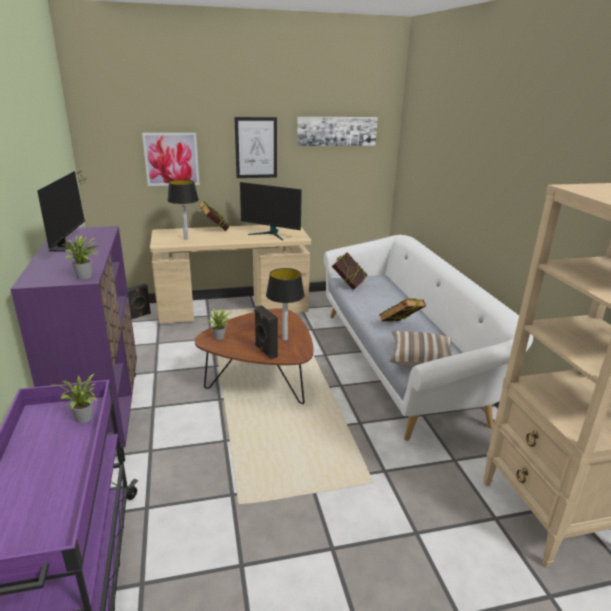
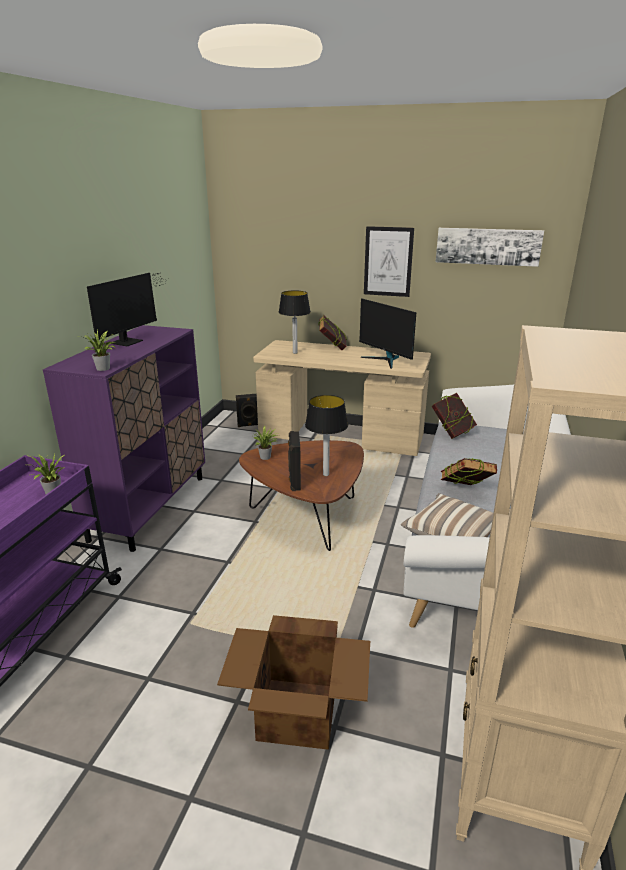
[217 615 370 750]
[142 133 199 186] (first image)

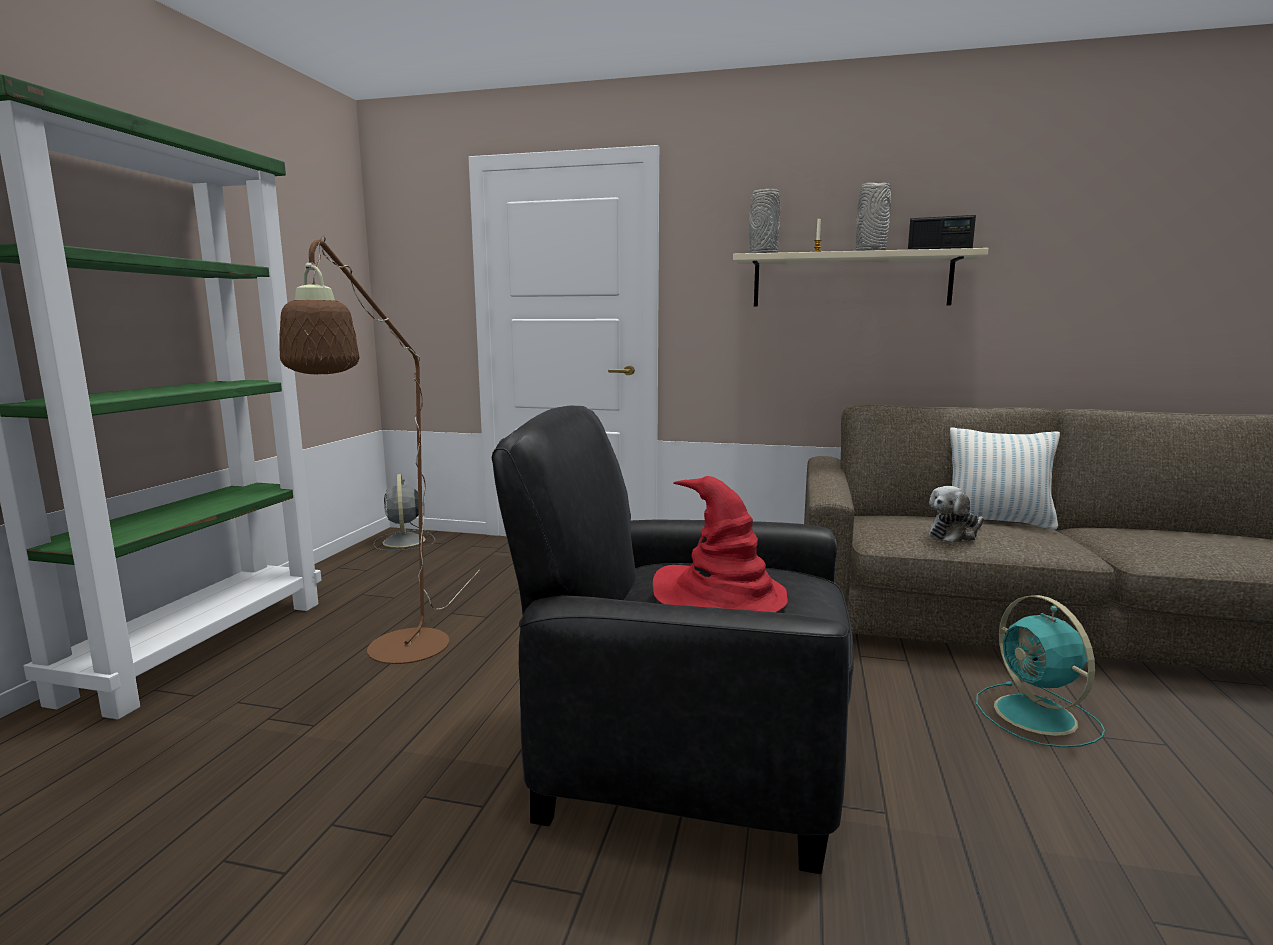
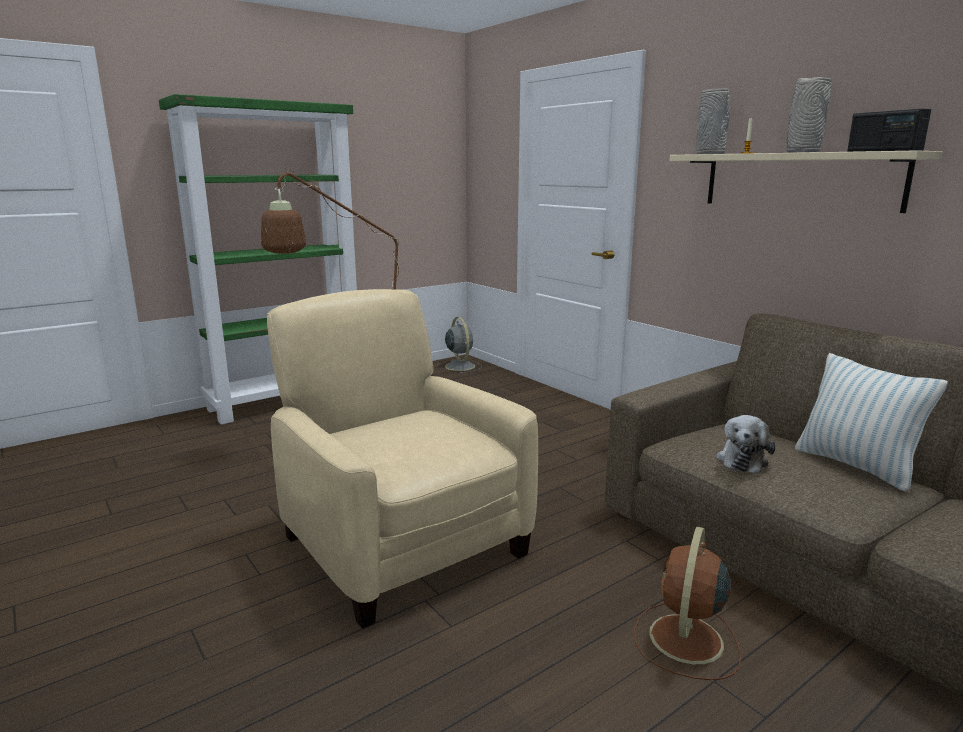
[267 289 538 629]
[437 317 482 374]
[634 527 741 680]
[716 415 776 474]
[653 476 788 612] (first image)

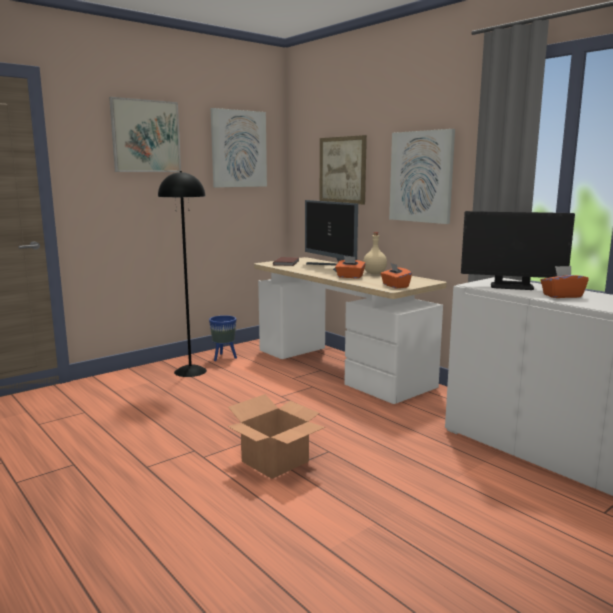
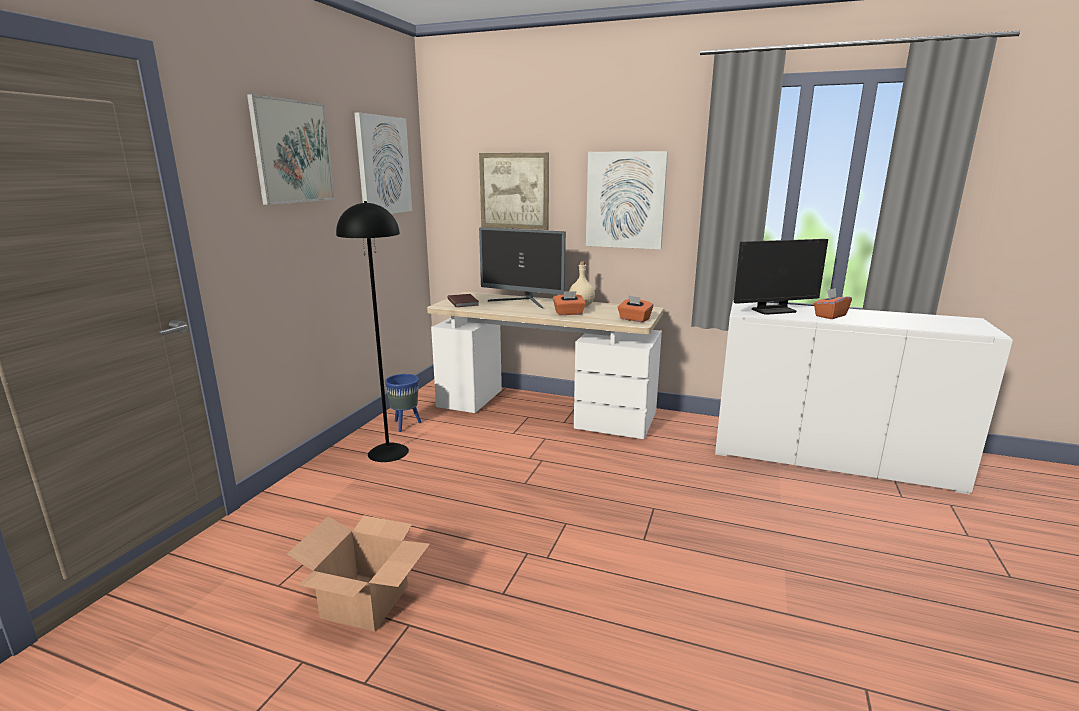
[287 515 430 631]

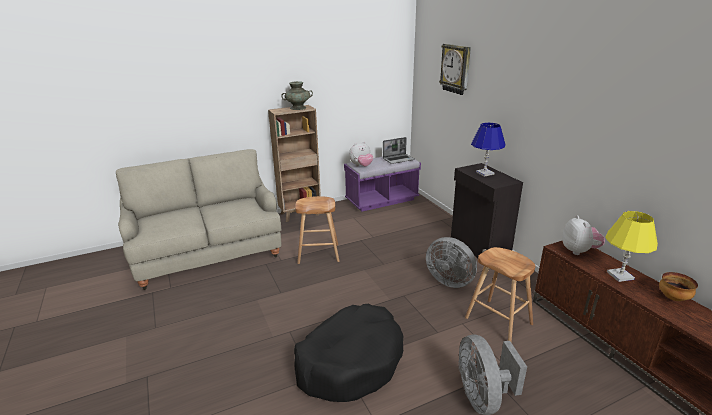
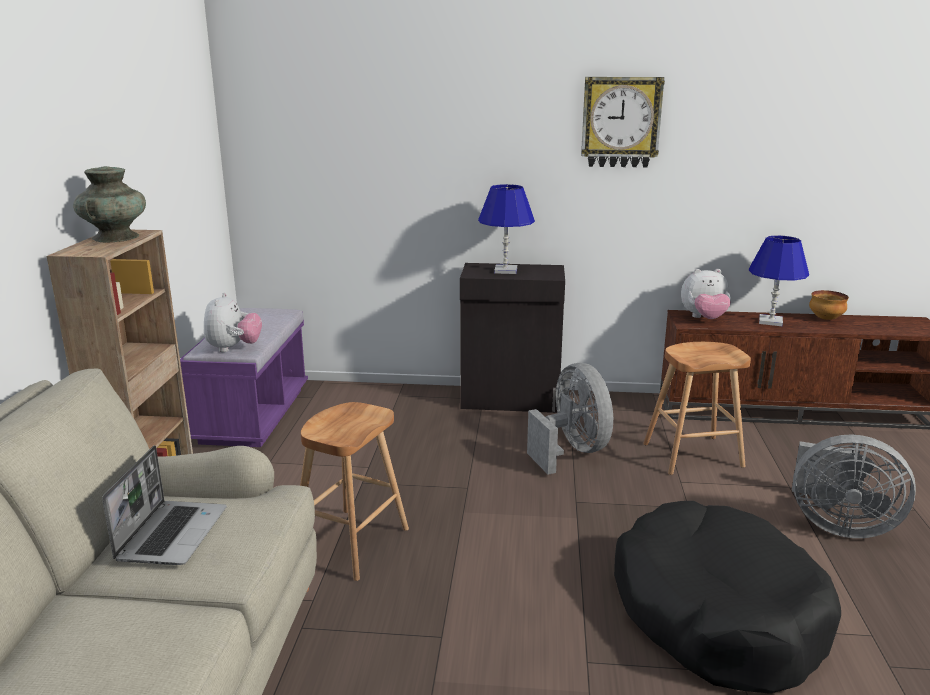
[102 445 227 565]
[527 363 613 475]
[581 77 665 168]
[681 269 731 319]
[748 235 809 326]

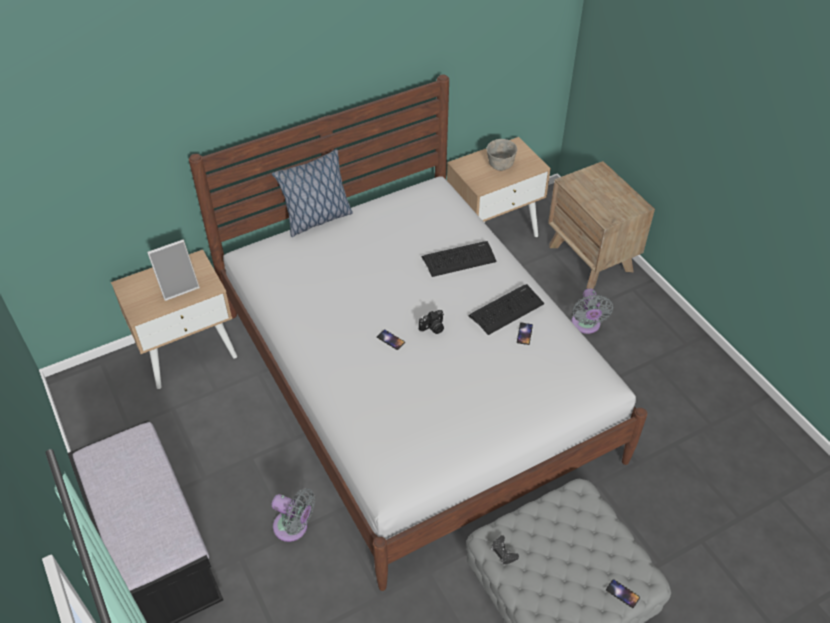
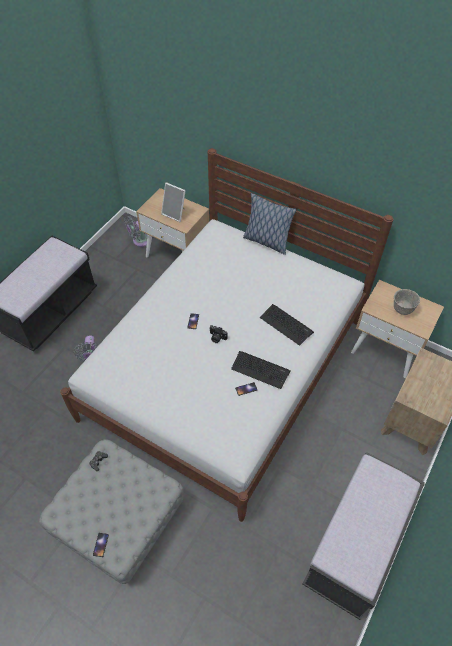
[124 216 147 247]
[303 452 425 620]

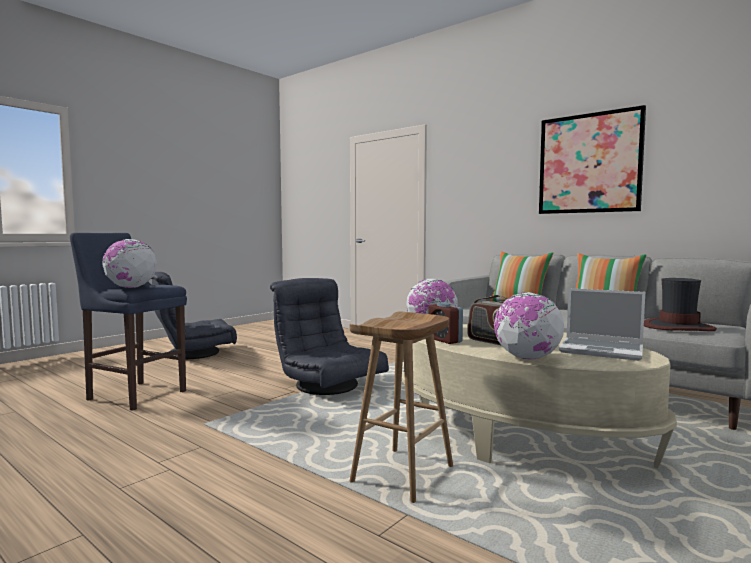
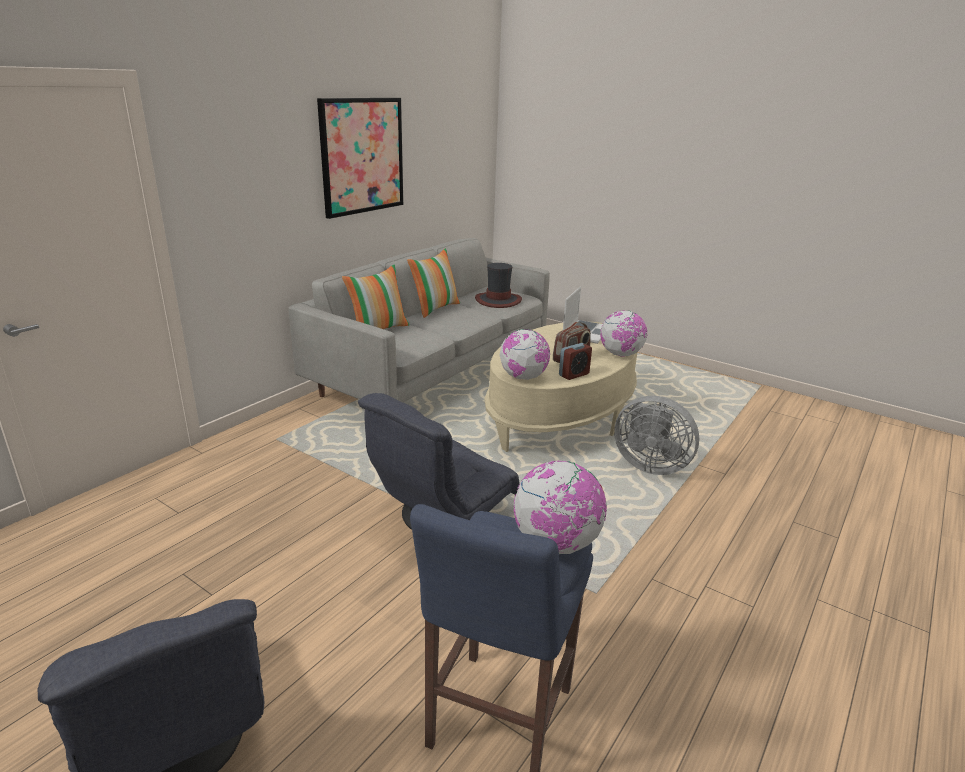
[614 396 699 475]

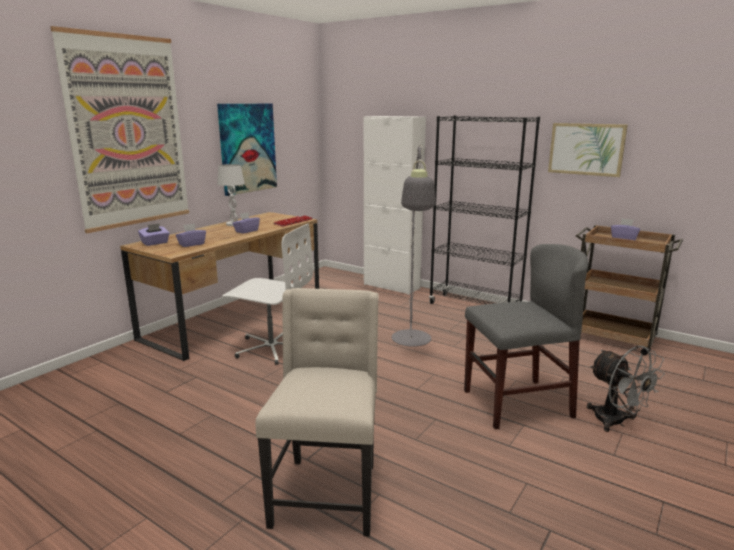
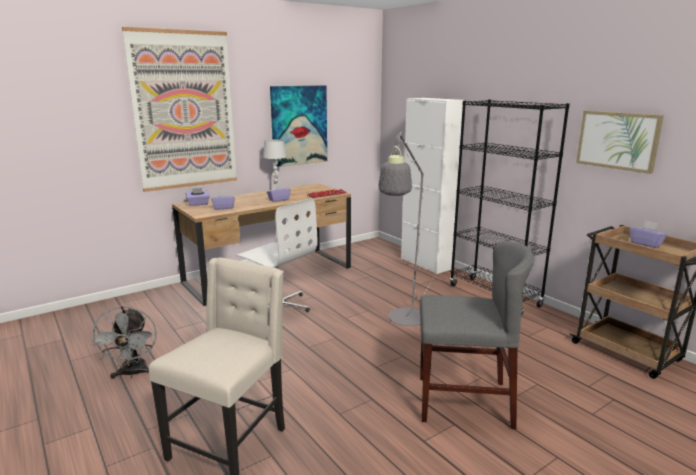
[90 306 157 379]

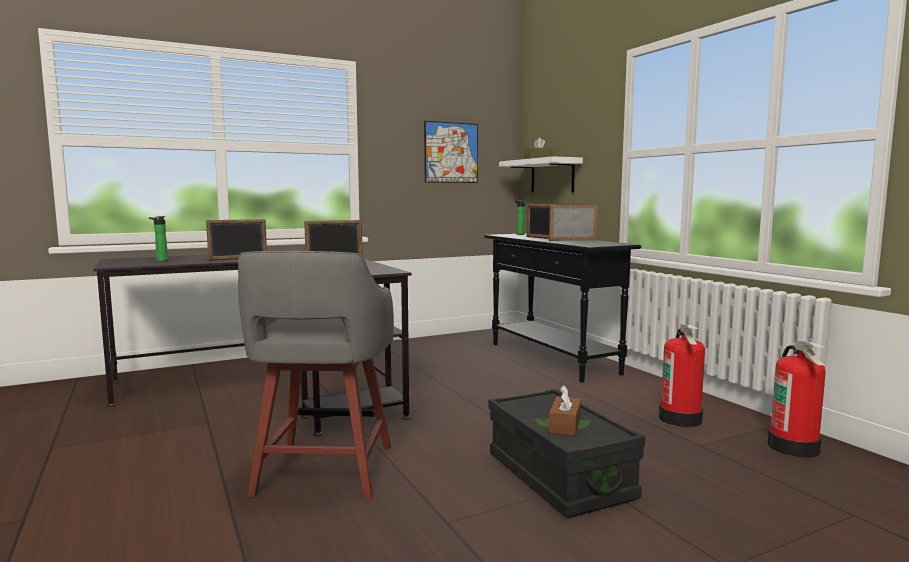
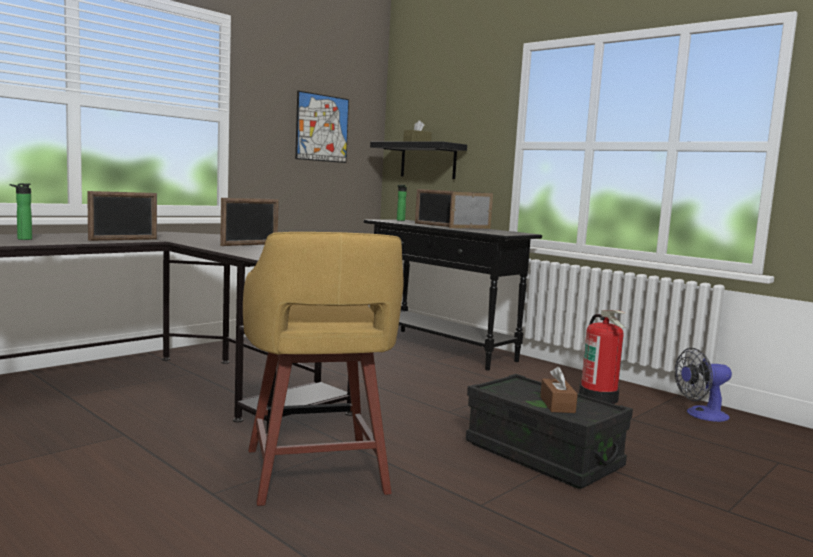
[243 232 404 506]
[370 142 467 179]
[675 347 732 422]

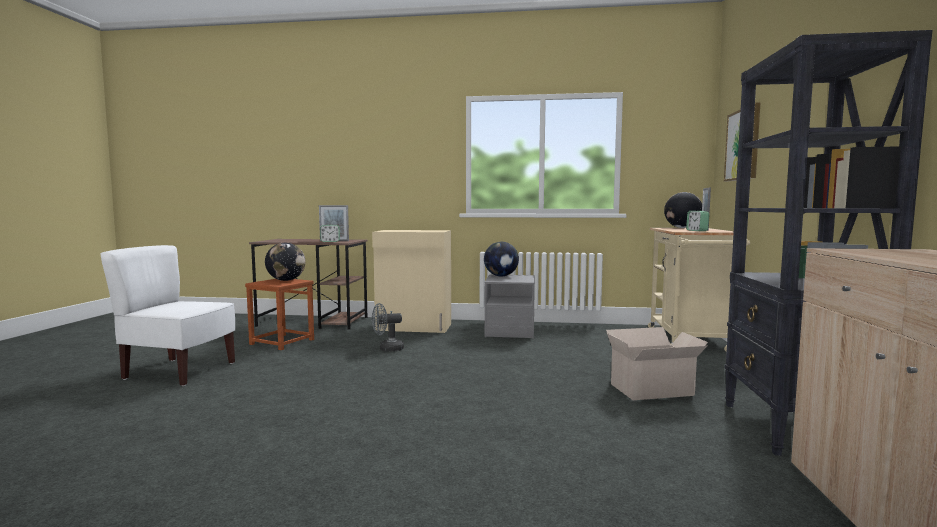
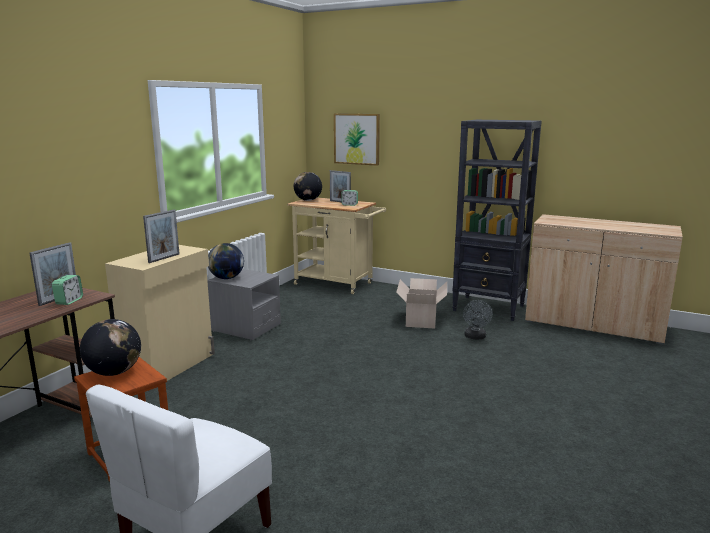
[143 210 180 263]
[463 300 493 339]

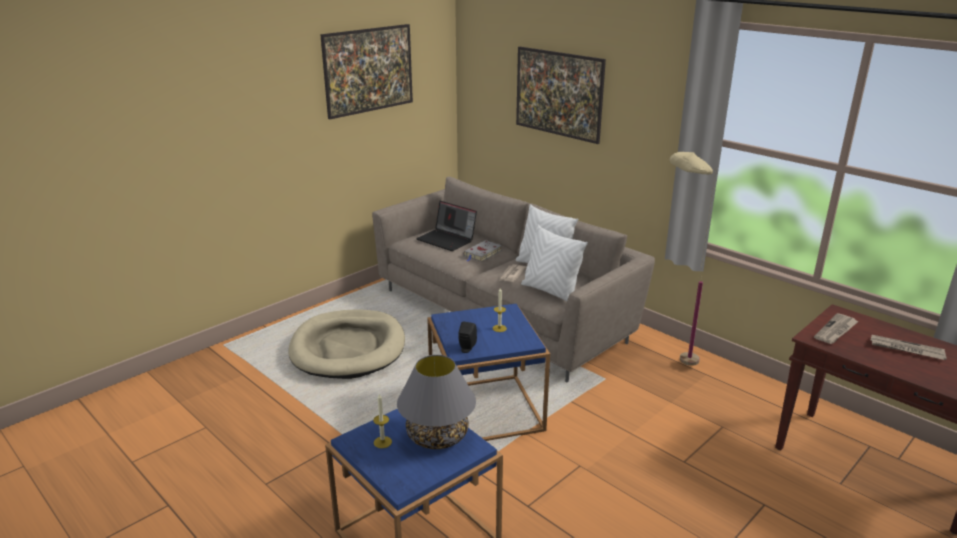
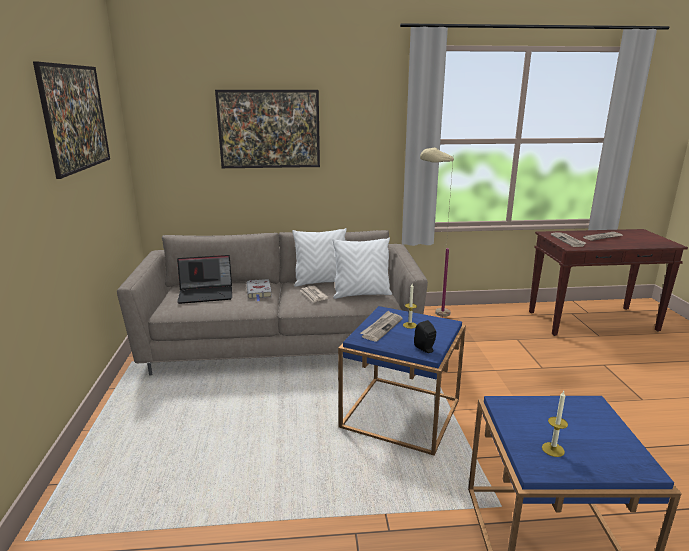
[360 311 403 342]
[289 309 405 379] (first image)
[397 355 476 449] (first image)

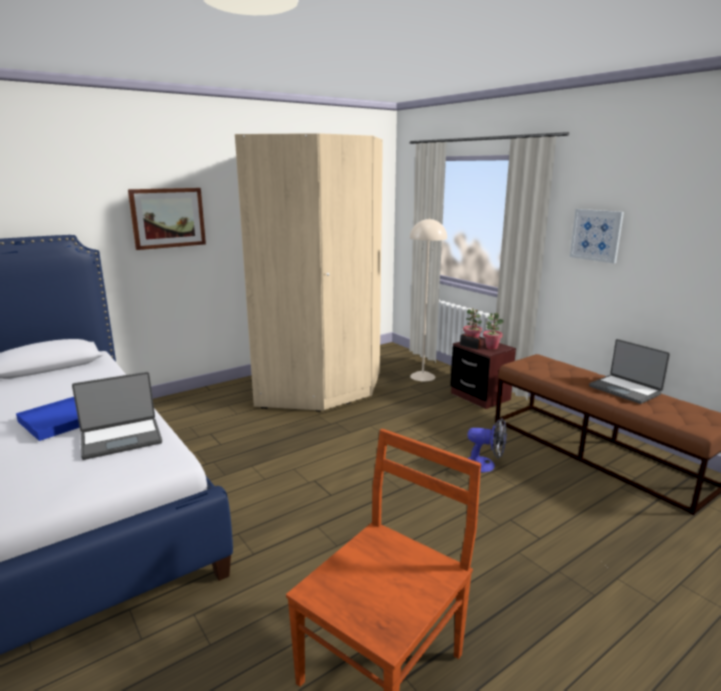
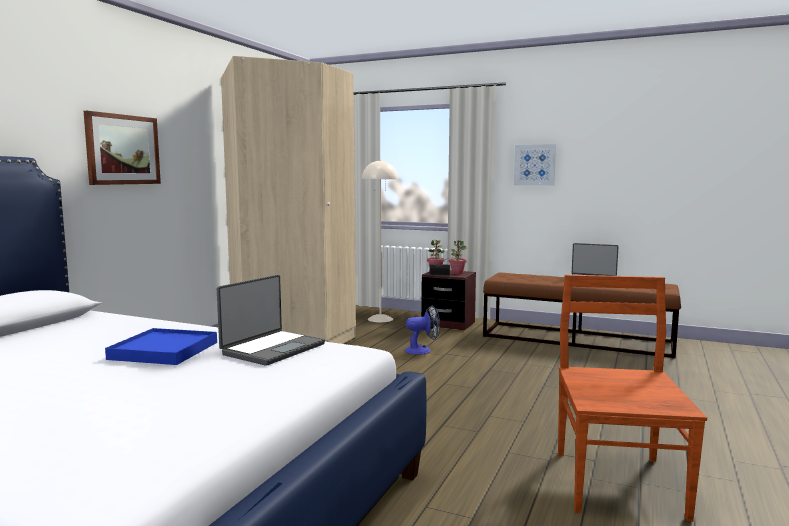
[405 305 440 355]

